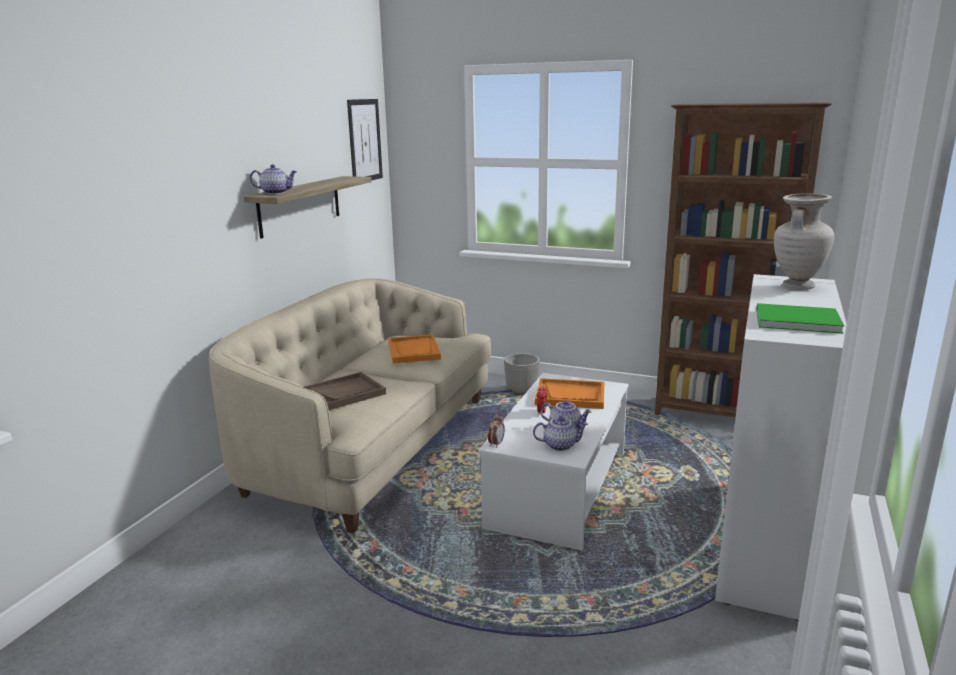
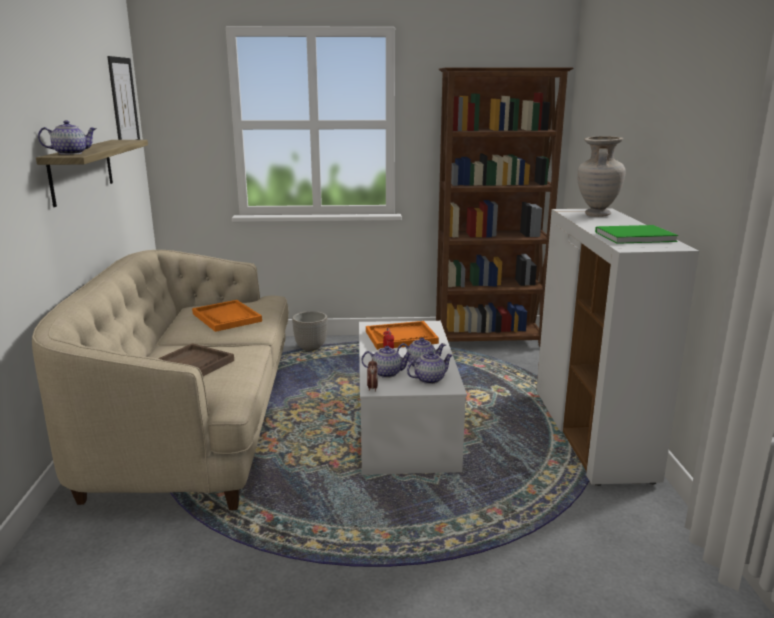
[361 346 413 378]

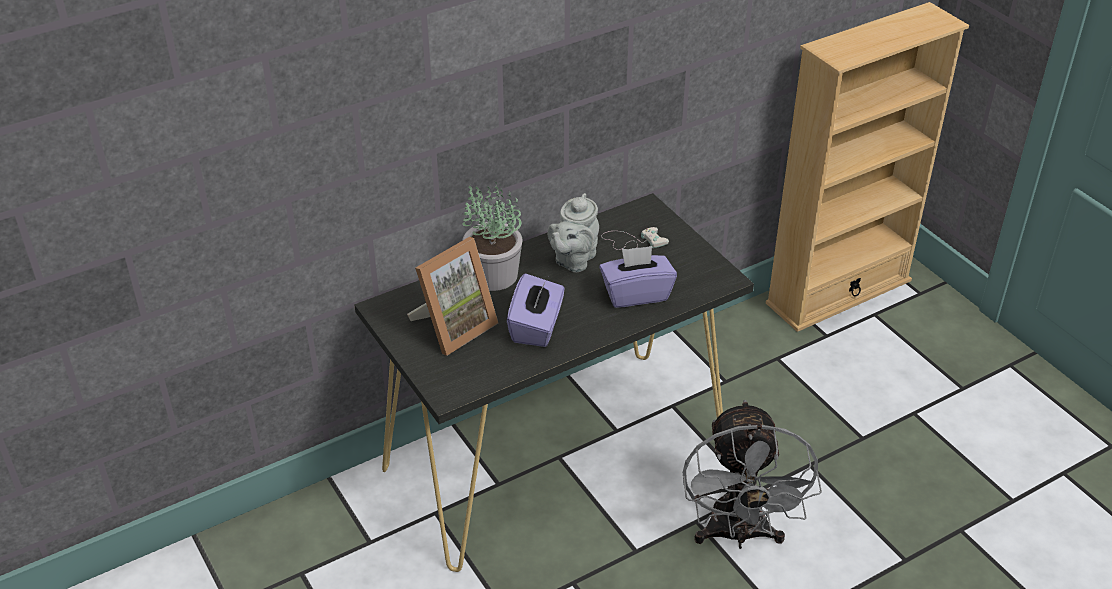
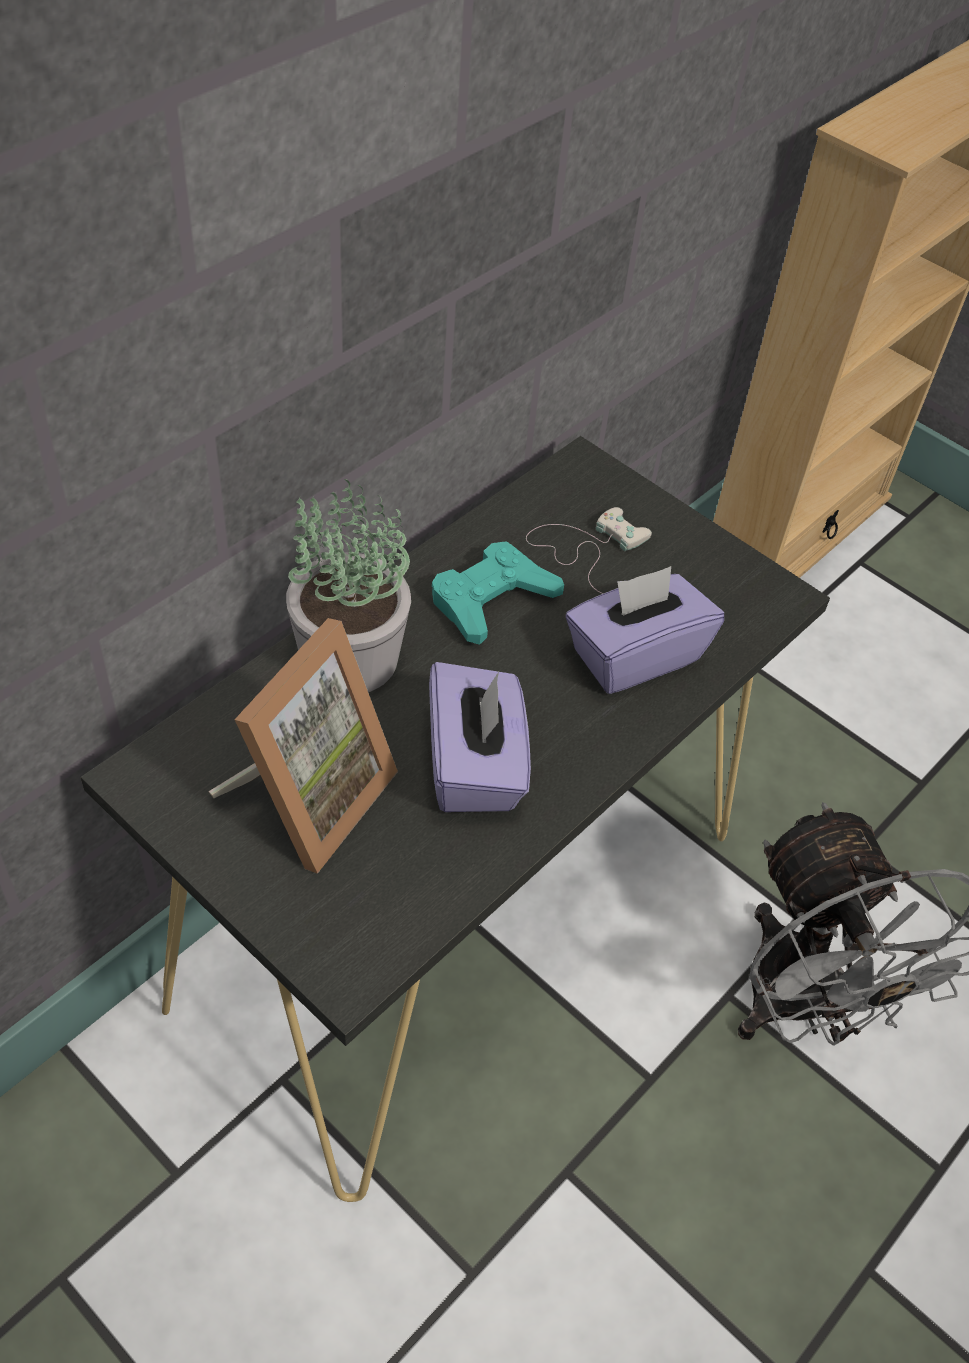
[432 541 564 645]

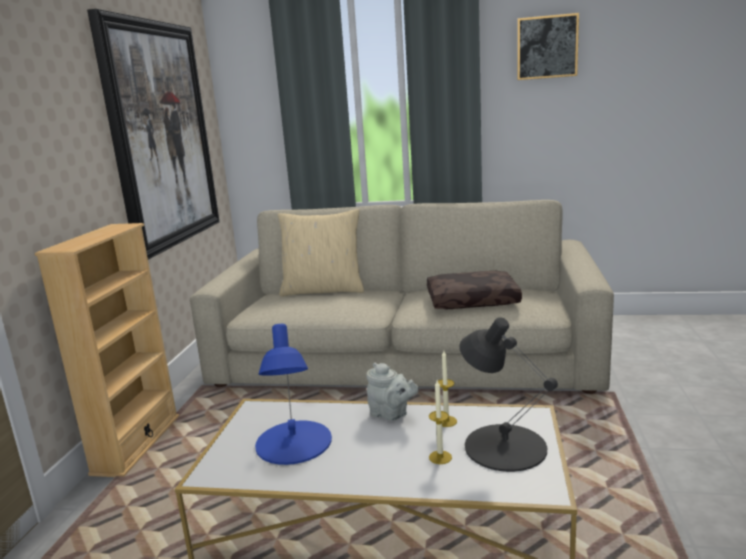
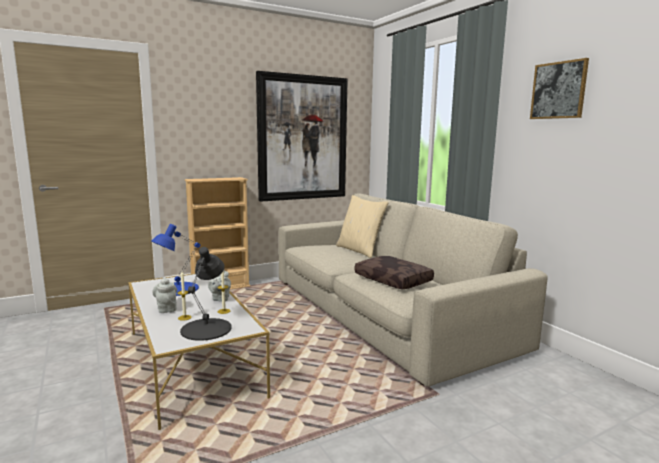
[152 277 177 313]

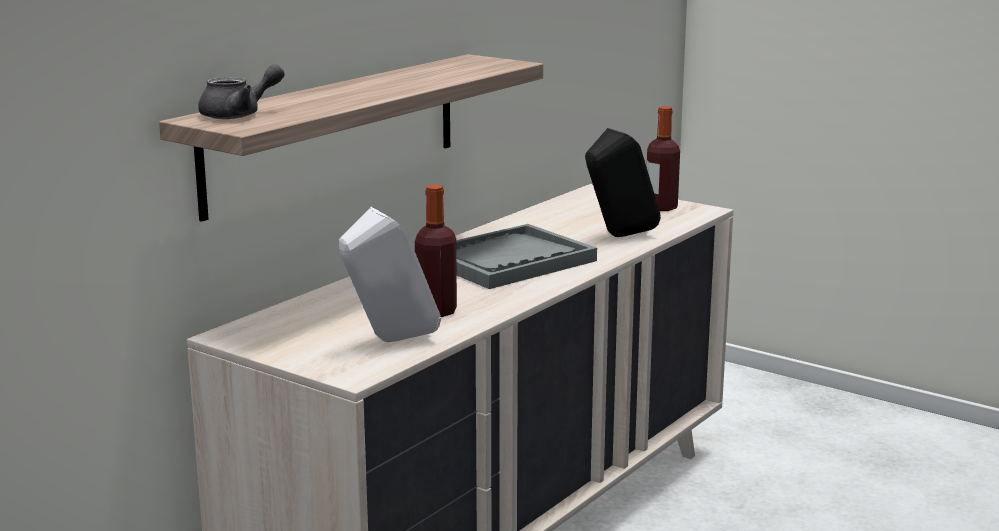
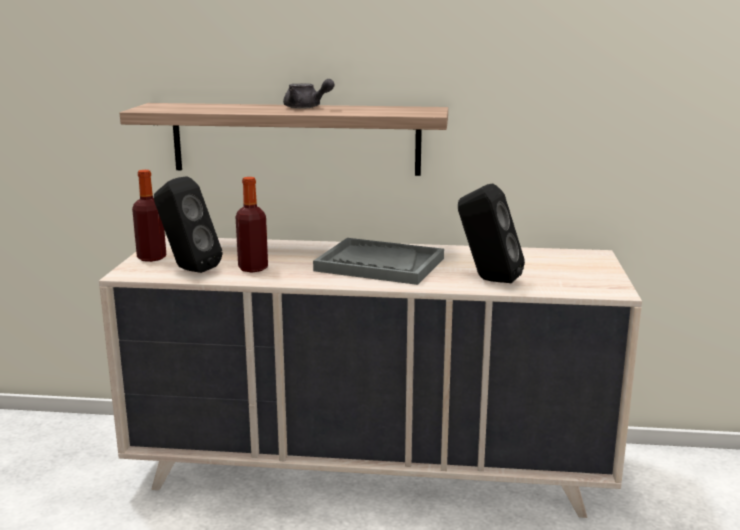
[132 170 166 262]
[154 176 222 273]
[283 79 335 109]

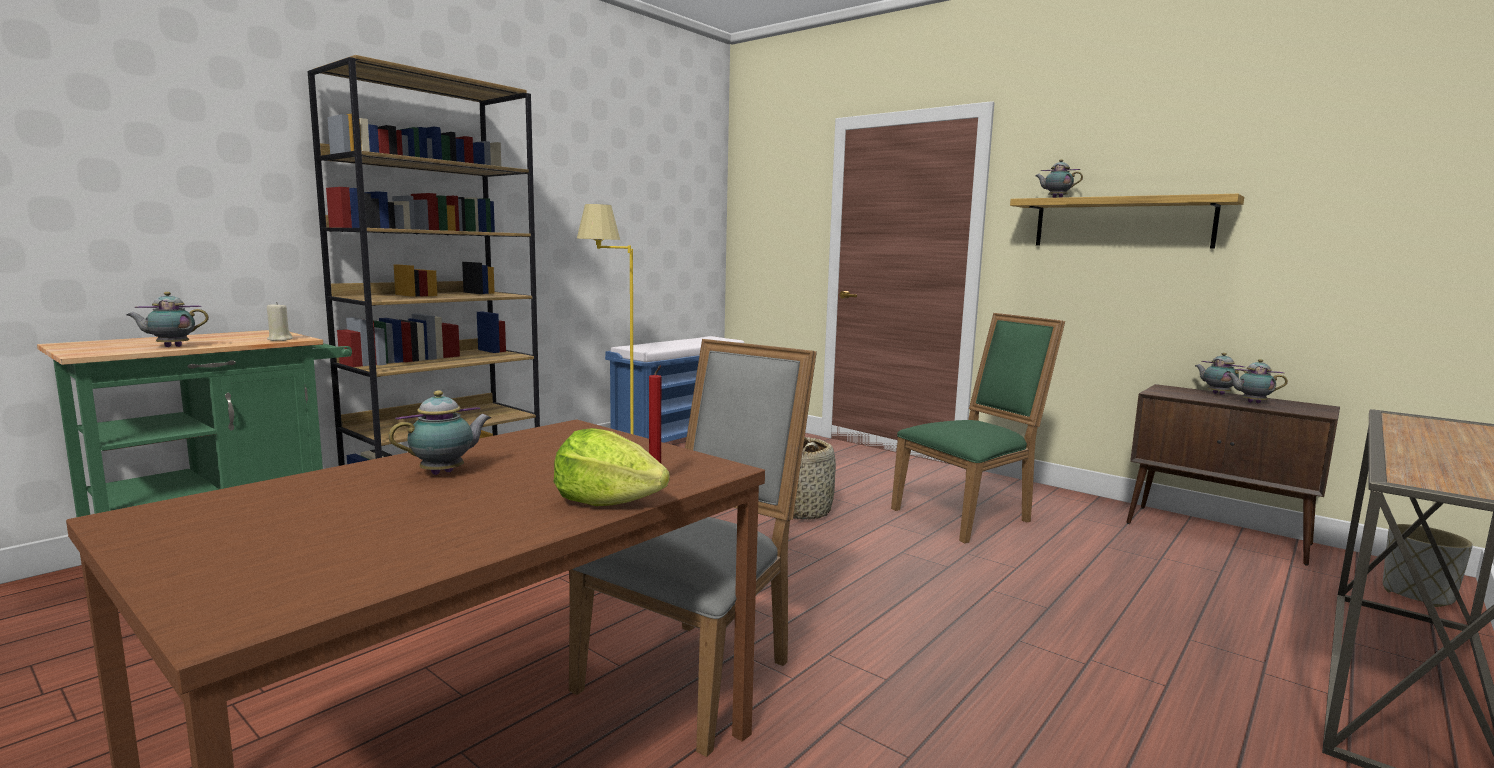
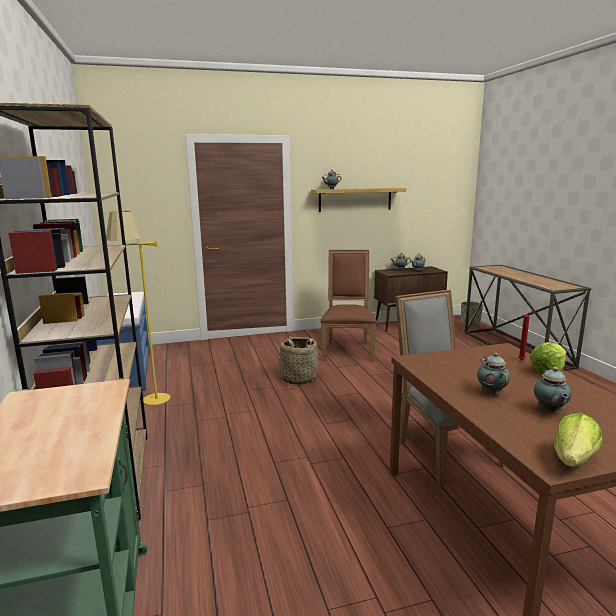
[320 250 377 362]
[534 367 571 413]
[554 413 603 467]
[267 302 293 341] (first image)

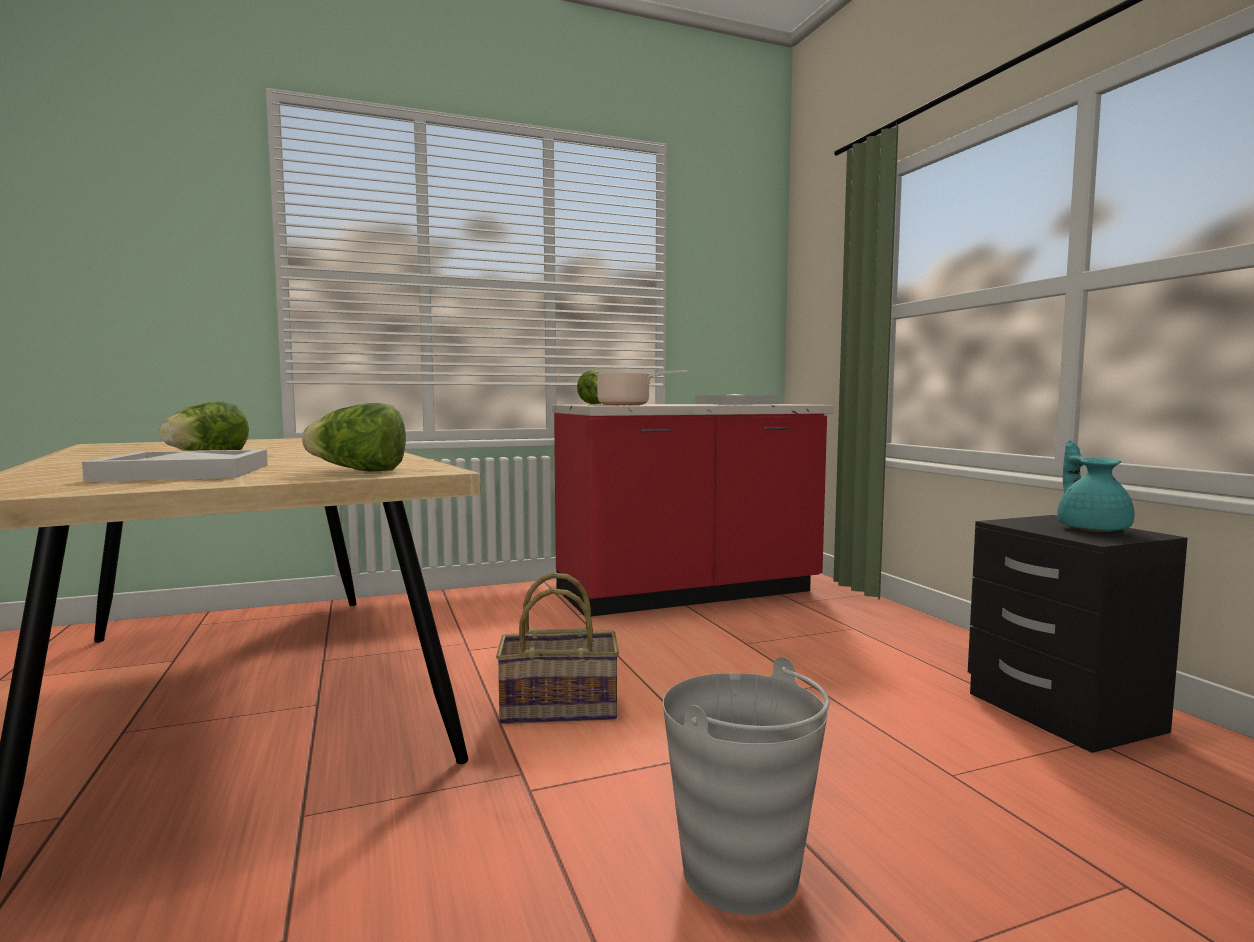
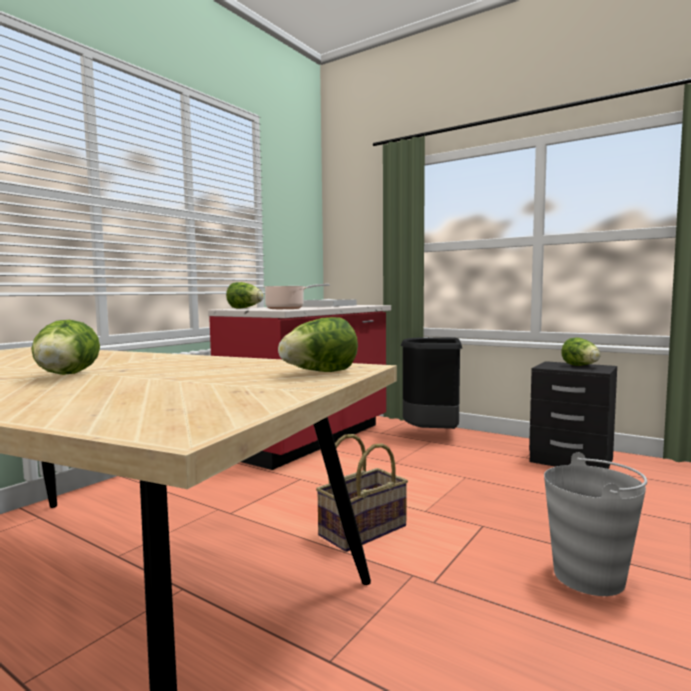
[401 337 462 429]
[561 337 601 366]
[82 449 268 482] (first image)

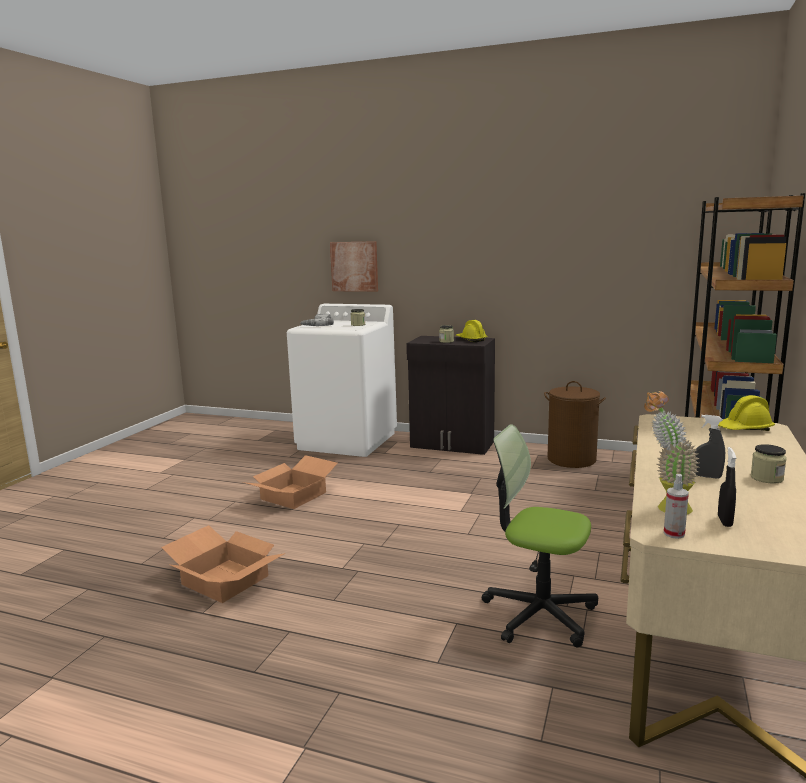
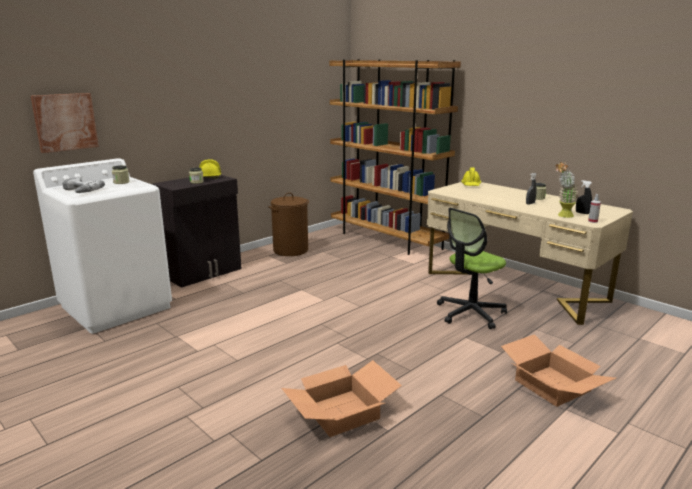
[501 334 616 407]

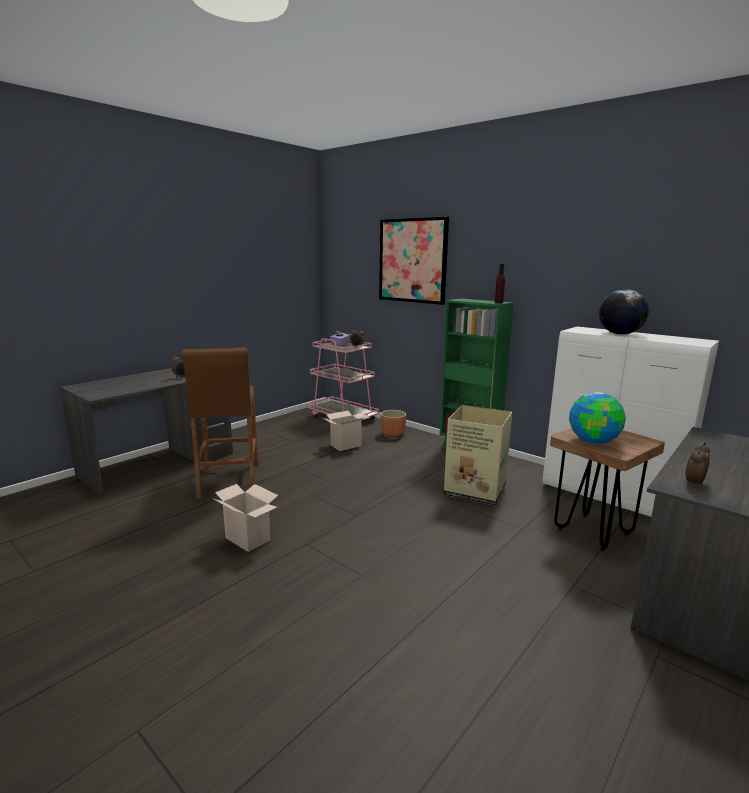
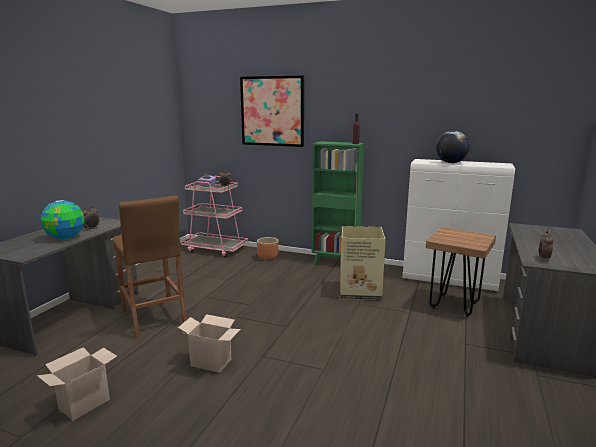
[37 347 117 421]
[40 200 85 239]

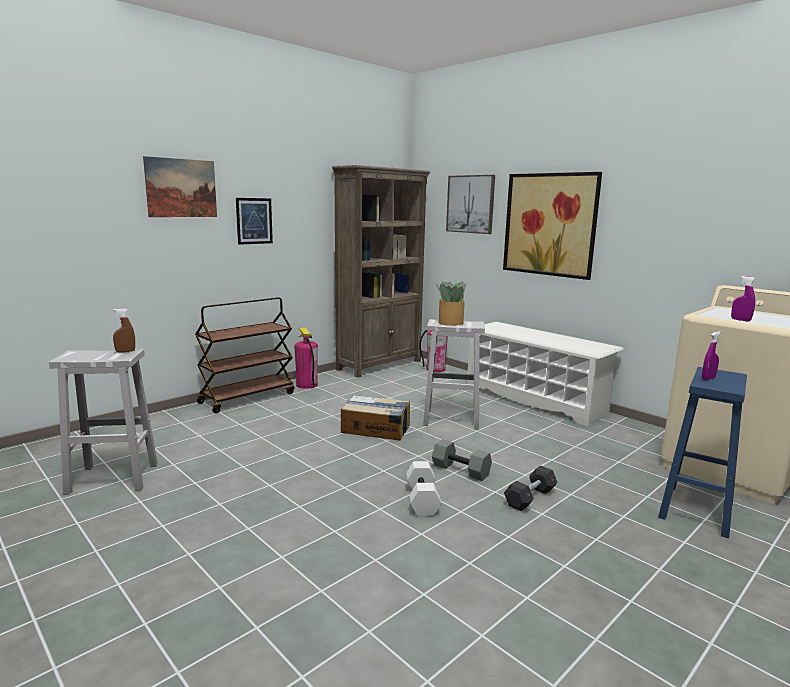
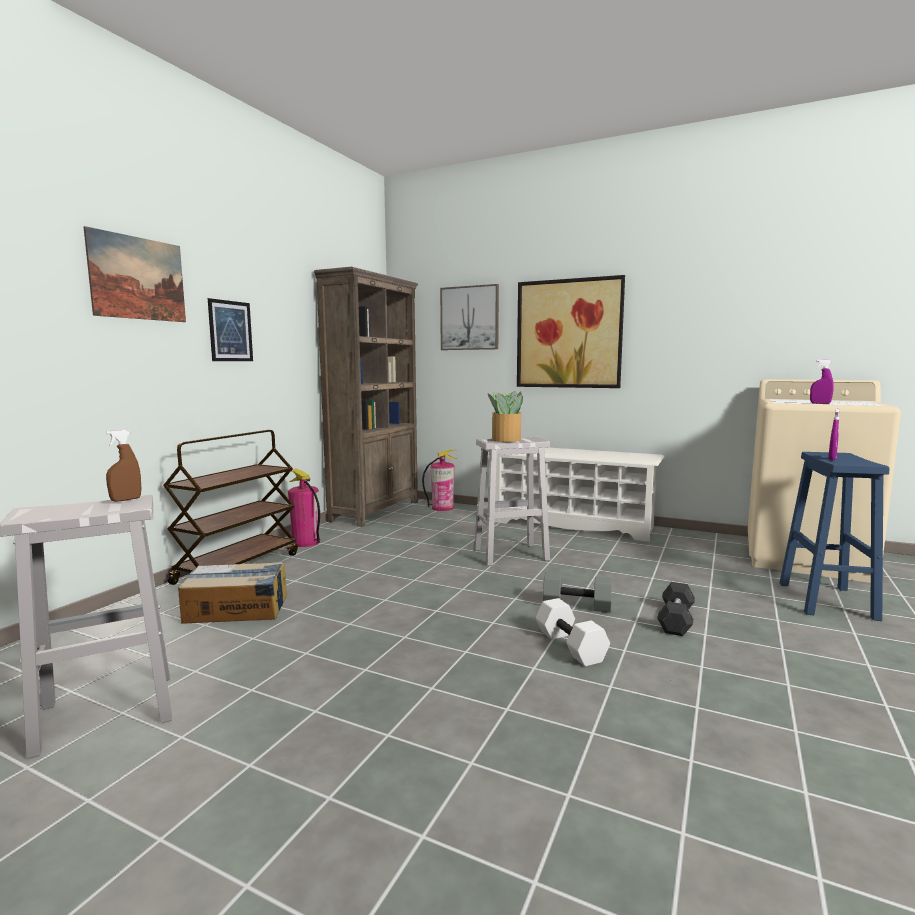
[178 561 287 624]

